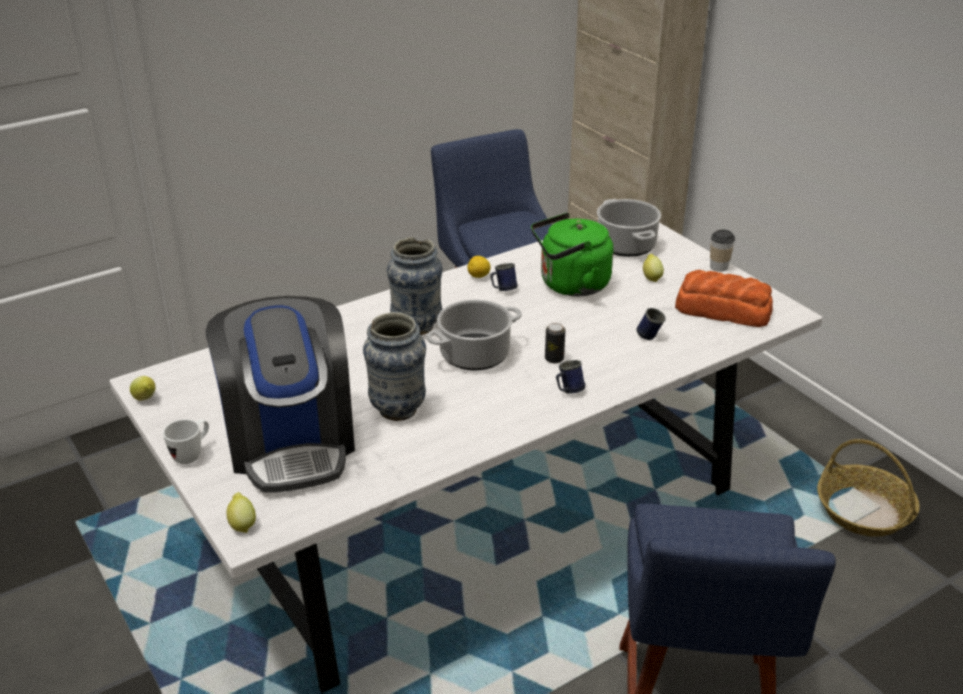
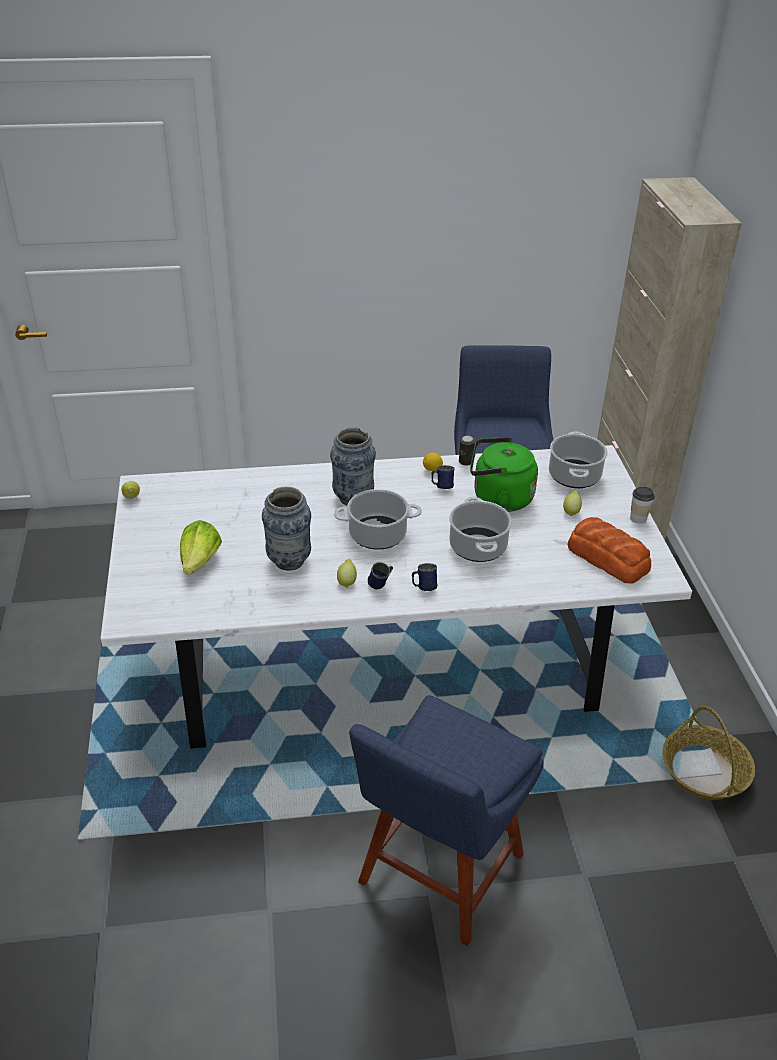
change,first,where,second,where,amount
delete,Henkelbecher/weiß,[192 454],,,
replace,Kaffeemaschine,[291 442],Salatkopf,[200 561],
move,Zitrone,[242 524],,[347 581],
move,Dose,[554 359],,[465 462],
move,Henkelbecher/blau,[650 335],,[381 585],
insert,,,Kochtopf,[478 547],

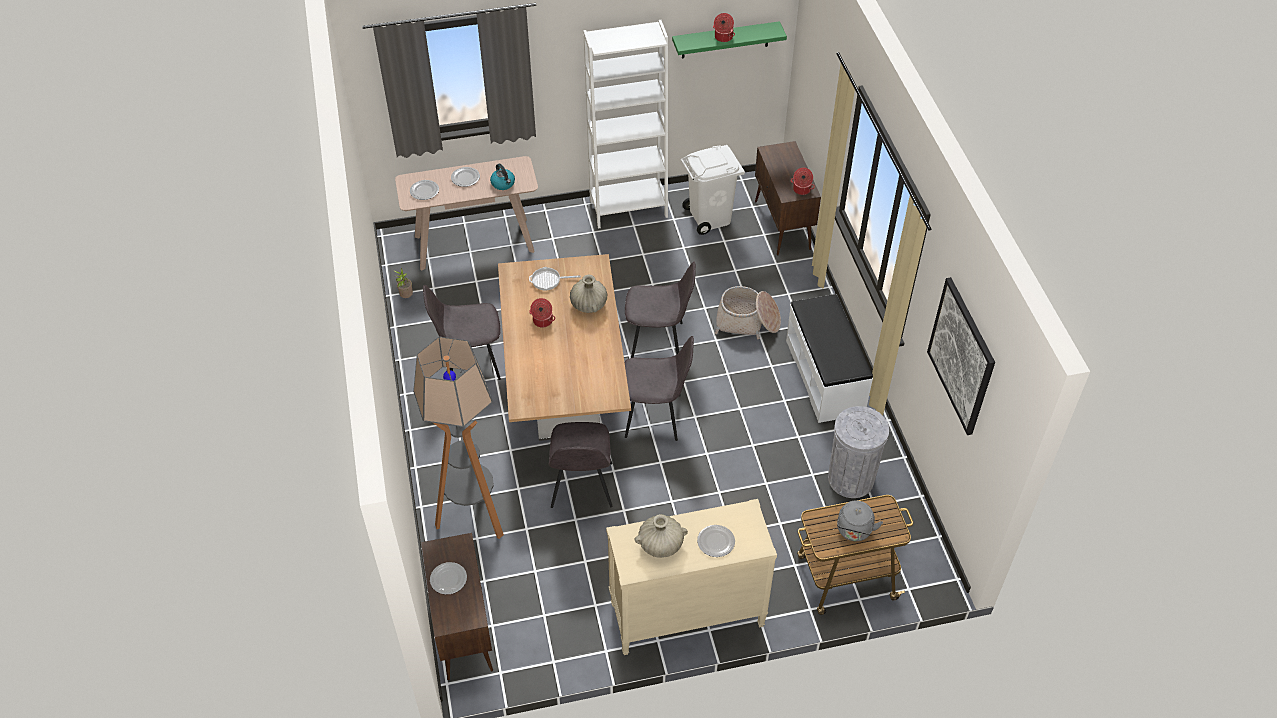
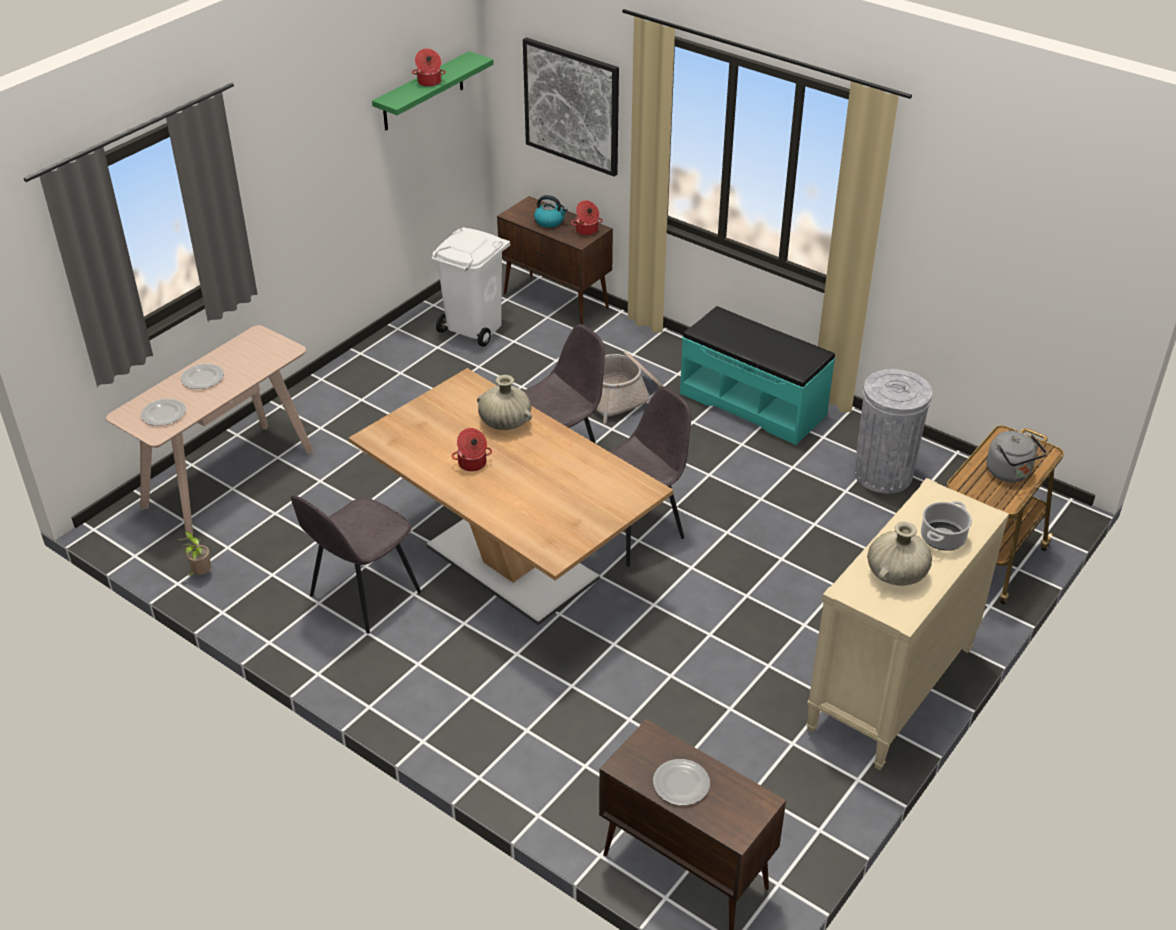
change,first,where,second,where,amount
delete,Stehlampe,[473 515],,,
move,Wasserkessel,[503 184],,[550 221],
delete,Pfanne,[548 280],,,
delete,Stuhl/grau,[581 487],,,
delete,Bücherregal/weiß,[628 208],,,
replace,Teller,[715 542],Kochtopf,[942 538],
recolor,Bank/weiß,[825 376],Bank/türkis,[753 403],
move,Bild,[961 356],,[572 106],

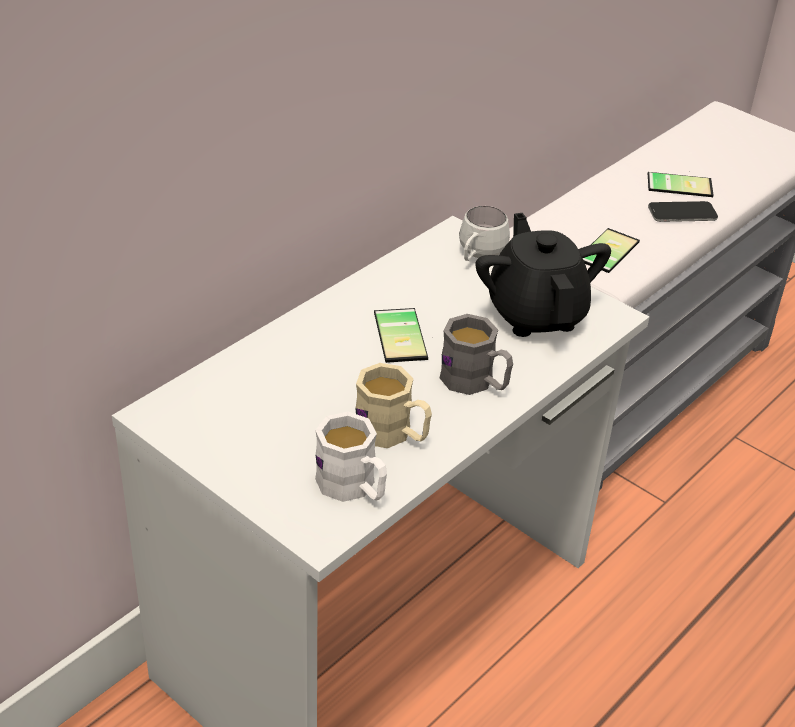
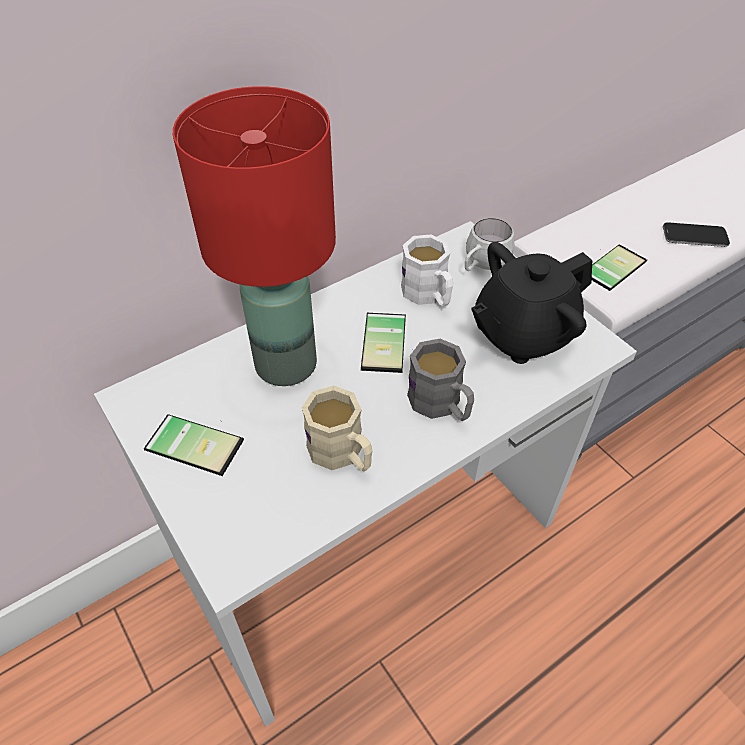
change,first,where,second,where,amount
move,Henkelbecher/weiß,[353 487],,[428 295],
rotate,Teekanne/schwarz,[536 314],,[522 334],120 degrees counterclockwise
move,Handy,[679 183],,[197 441],
insert,,,Tischlampe/rot,[286 365],

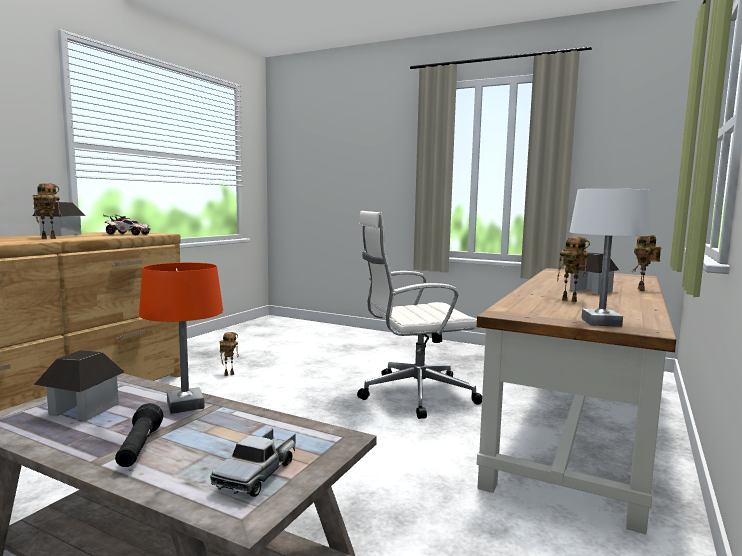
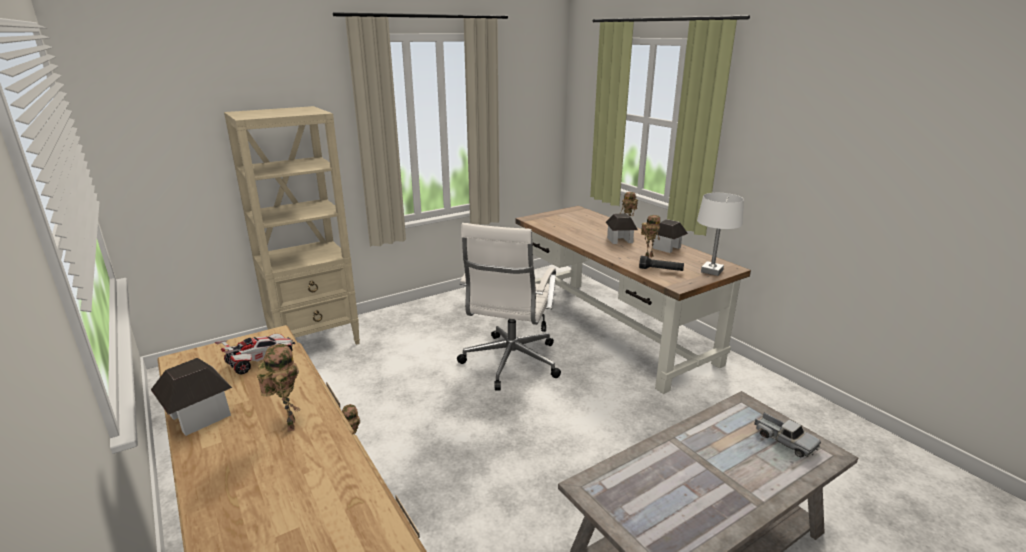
change,first,where,second,where,amount
move,Spielzeughaus,[83 409],,[666 247],
move,Taschenlampe/schwarz,[139 448],,[660 270],
delete,Tischlampe/orange,[185 405],,,
insert,,,Bücherregal/beige,[315 341],

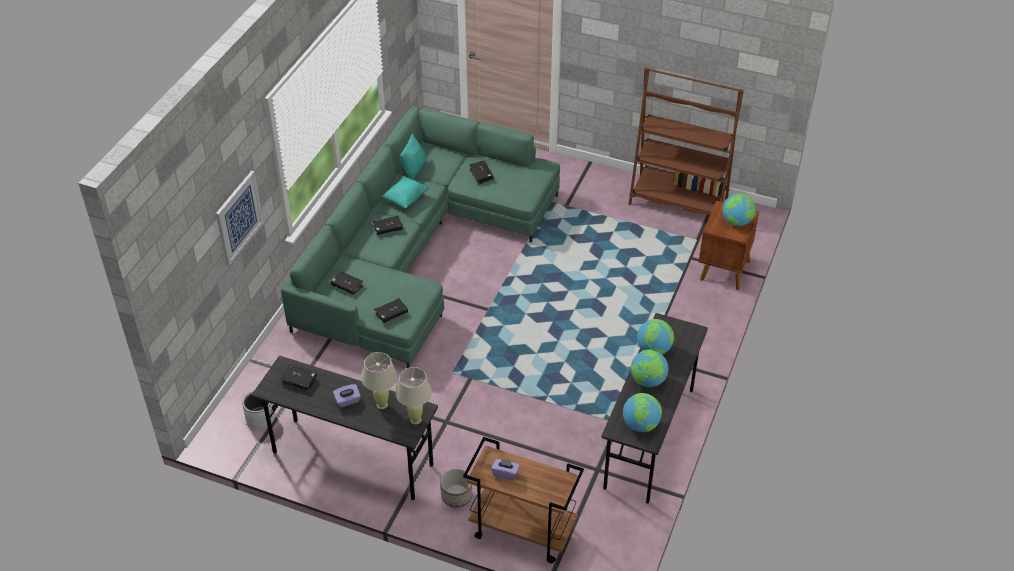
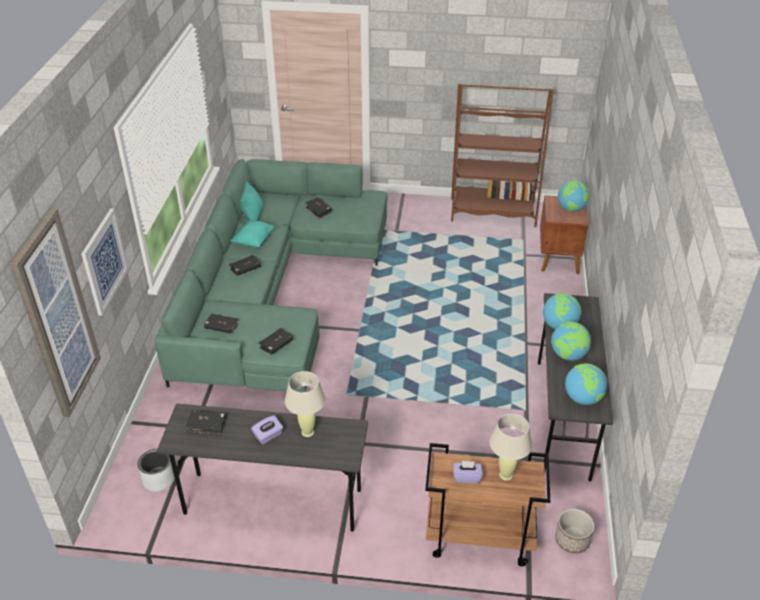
change,first,where,second,where,amount
move,Tischlampe/beige,[415 420],,[506 475],
move,Pflanzkübel,[456 496],,[572 540],
insert,,,Bild,[57 316],

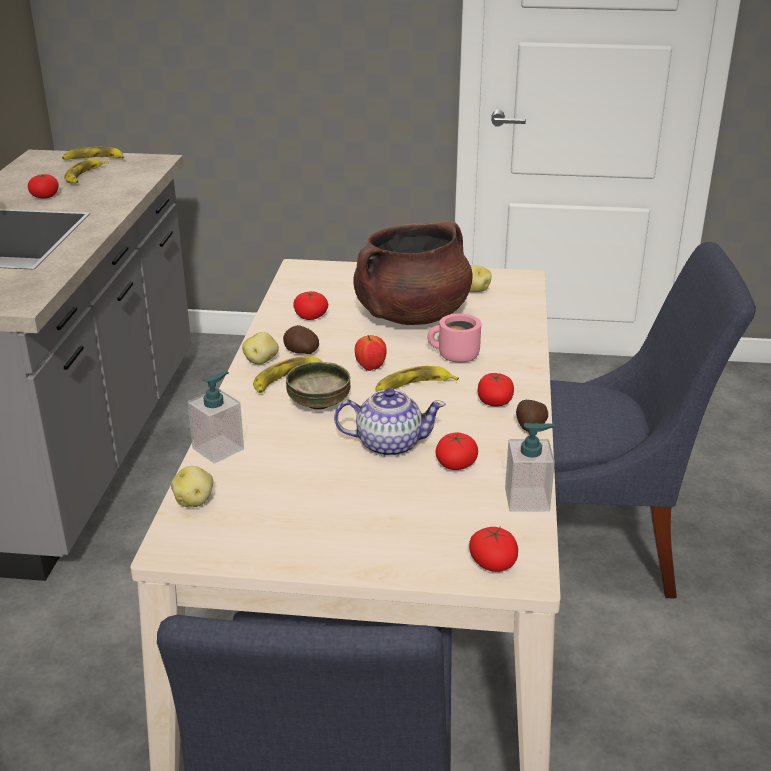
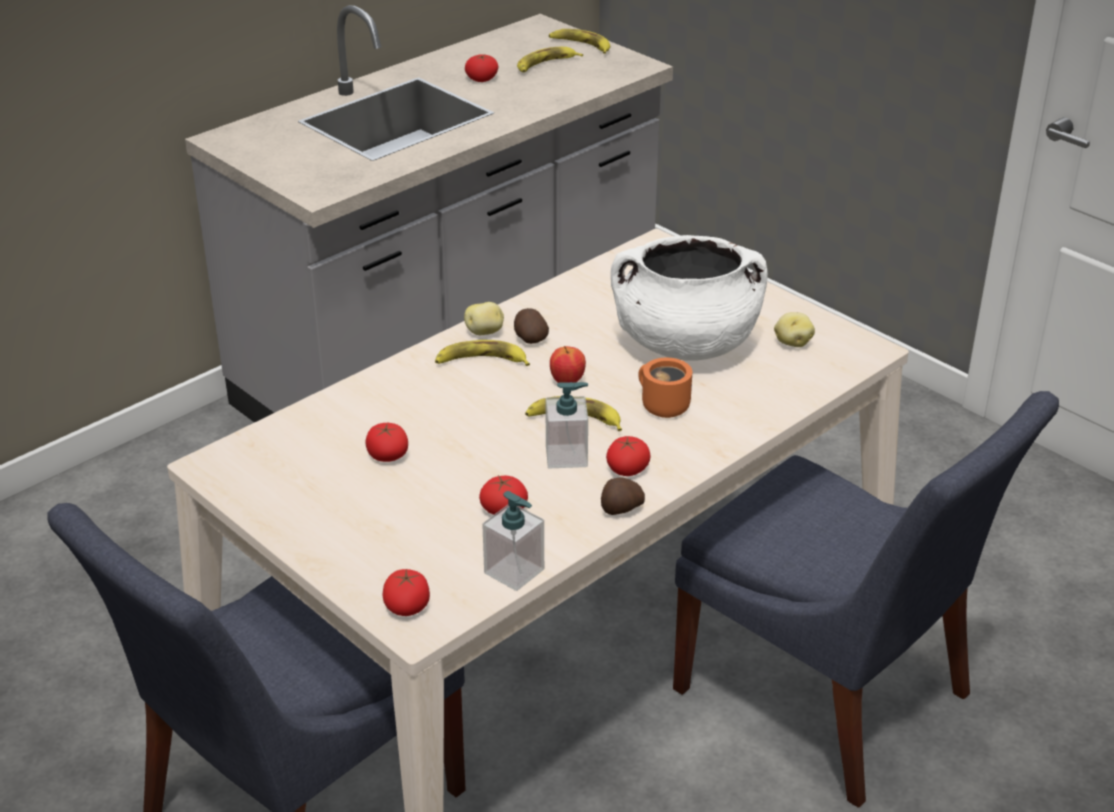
change,first,where,second,where,amount
delete,Kartoffel,[194 501],,,
move,Seifenspender,[218 449],,[566 456],
delete,Schüssel,[319 403],,,
move,Tomate,[310 316],,[387 455],
delete,Teekanne,[388 444],,,
recolor,Kochtopf/braun,[411 315],Kochtopf/weiß,[685 344],
recolor,Henkelbecher/rosa,[454 356],Henkelbecher/orange,[661 406],

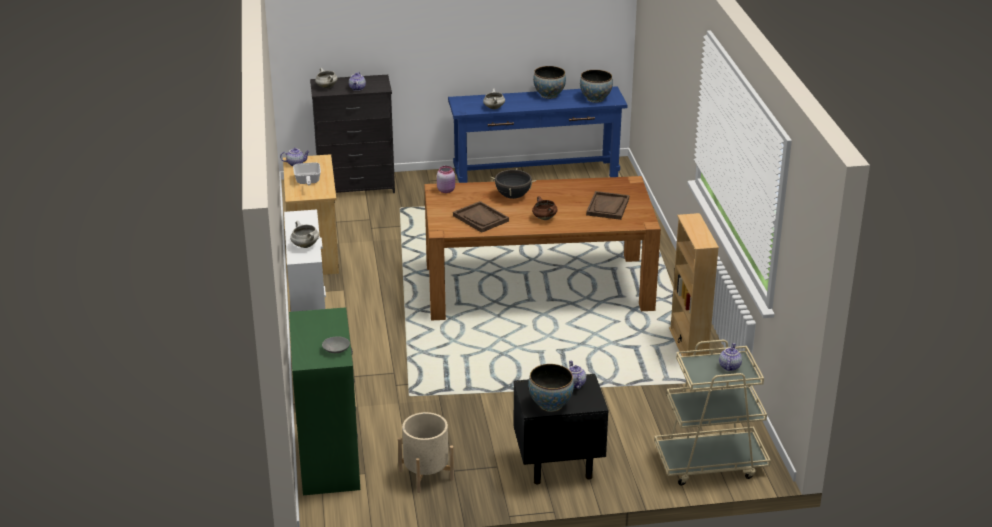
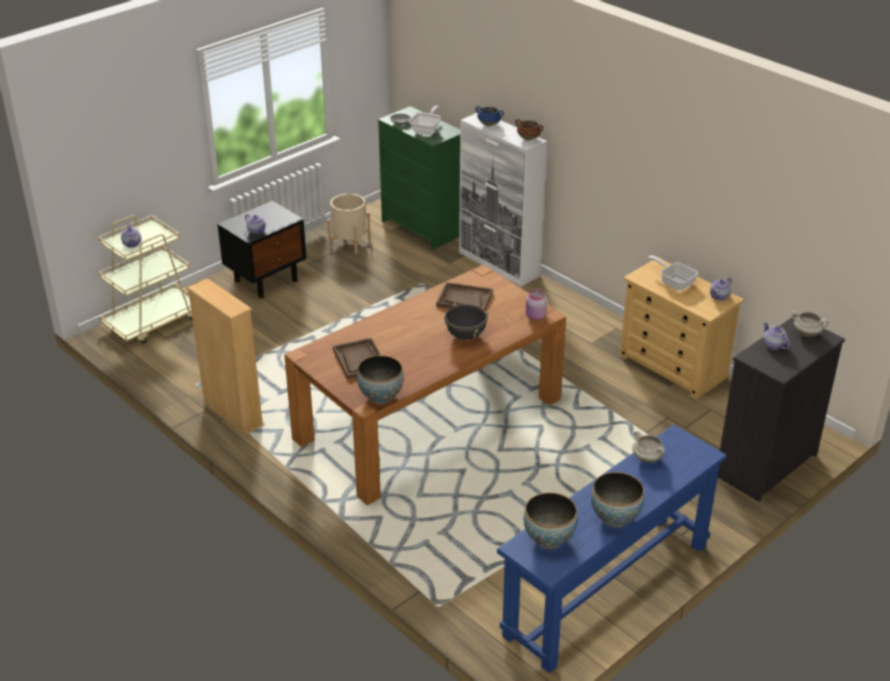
change,first,where,second,where,amount
recolor,Kochtopf/weiß,[304 245],Kochtopf/blau,[489 124],
move,Schüssel,[550 404],,[380 396],
move,Kochtopf/braun,[544 218],,[529 138],
insert,,,Pfanne,[426 130],

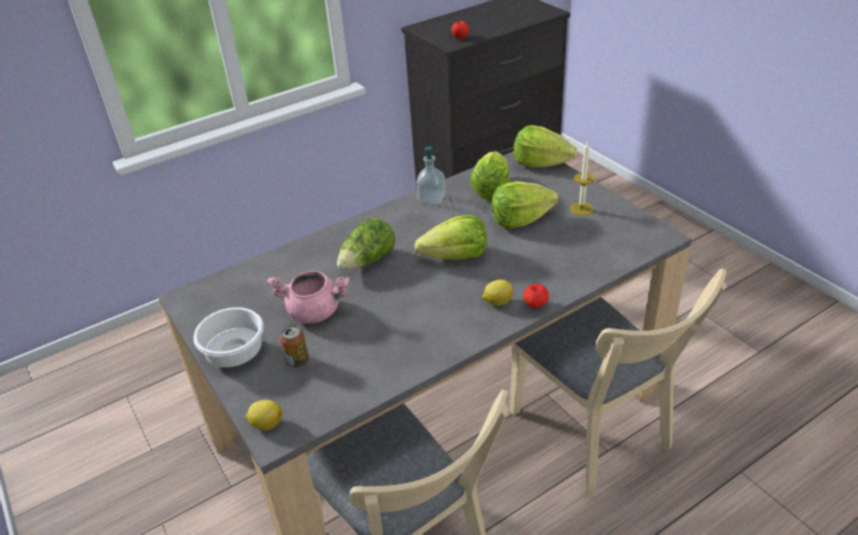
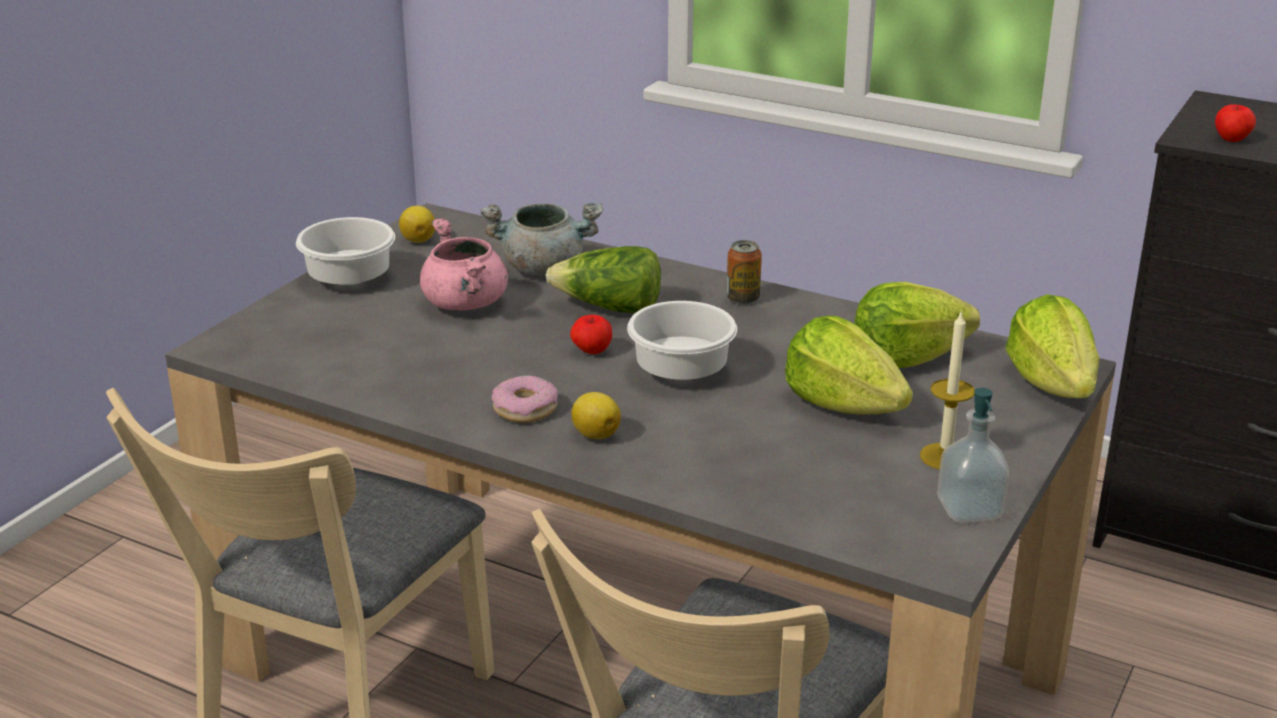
change,first,where,second,where,amount
move,Zitrone,[266 424],,[418 240],
move,Dose,[297 361],,[743 299],
replace,Salatkopf,[456 257],Schüssel/weiß,[681 373],
move,Seifenspender,[431 198],,[969 509],
move,Apfel,[535 305],,[591 351],
insert,,,Kochtopf/grau,[543 267],
insert,,,Donut,[525 409],

